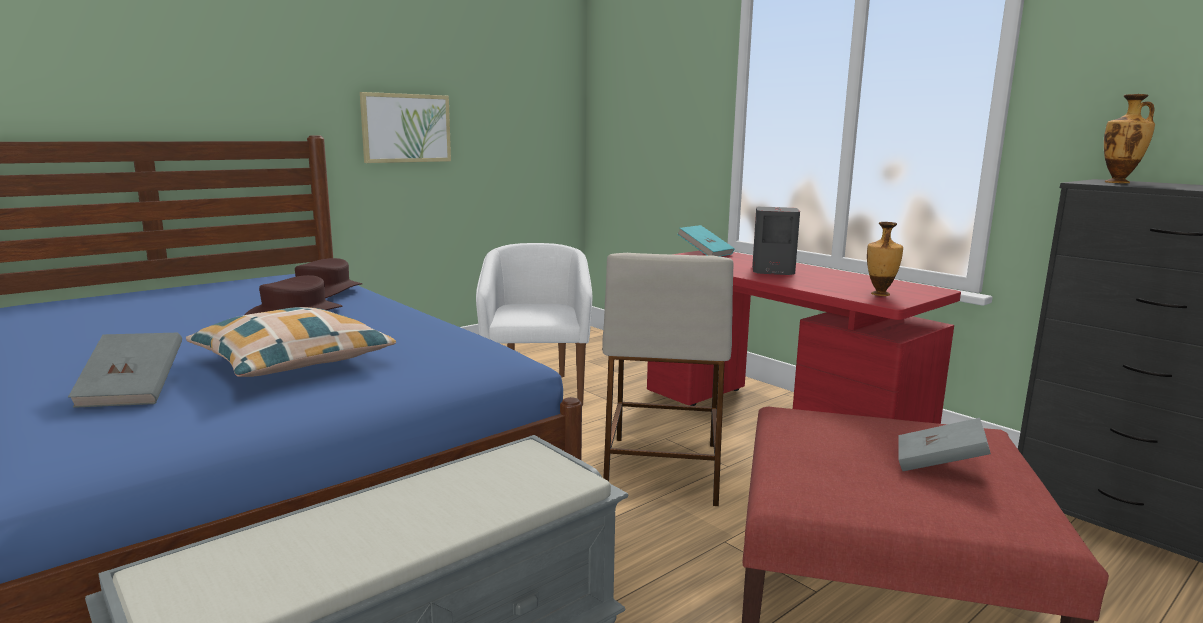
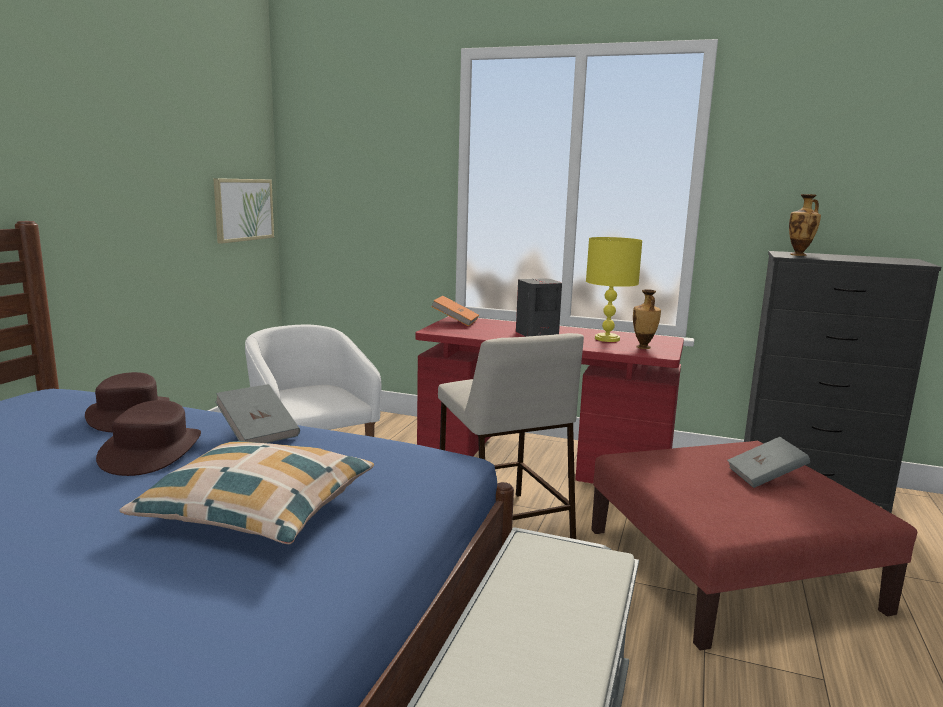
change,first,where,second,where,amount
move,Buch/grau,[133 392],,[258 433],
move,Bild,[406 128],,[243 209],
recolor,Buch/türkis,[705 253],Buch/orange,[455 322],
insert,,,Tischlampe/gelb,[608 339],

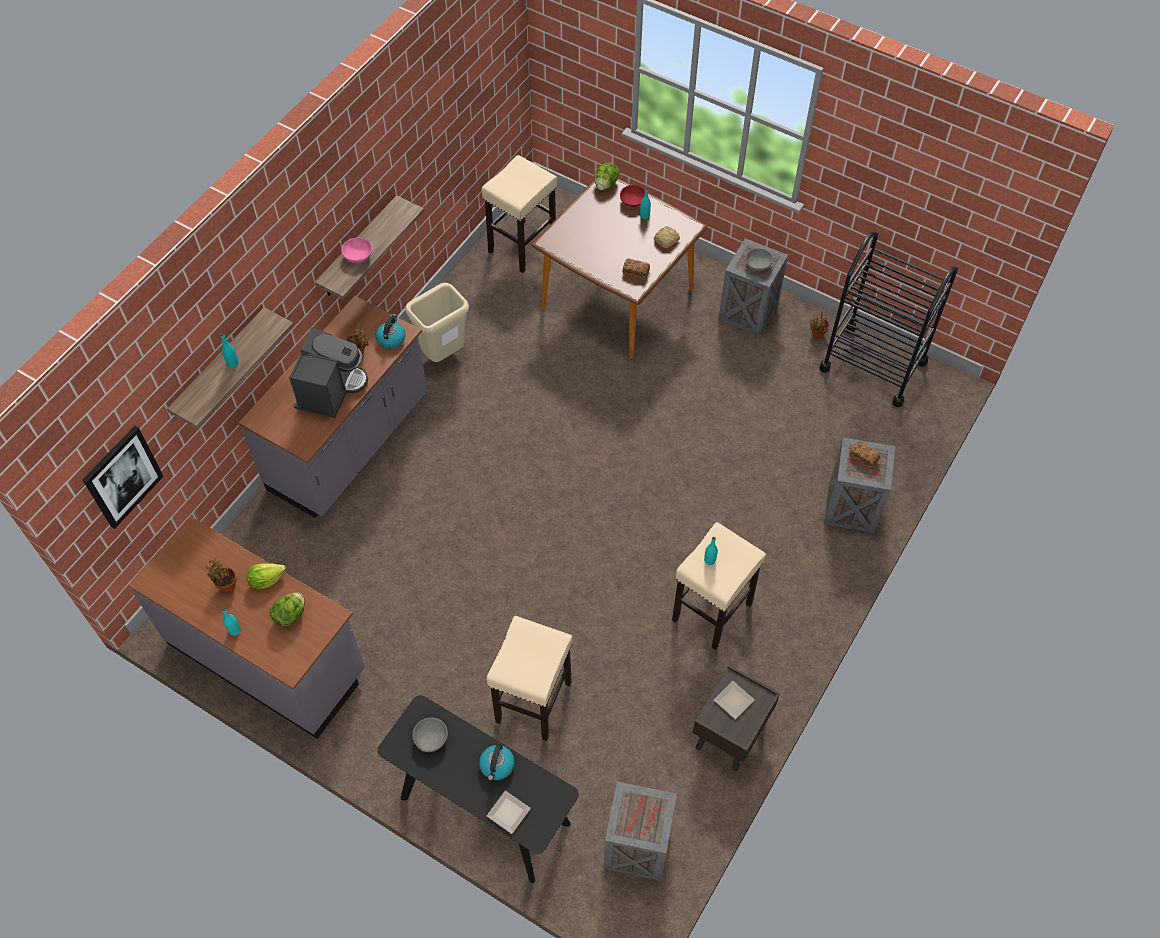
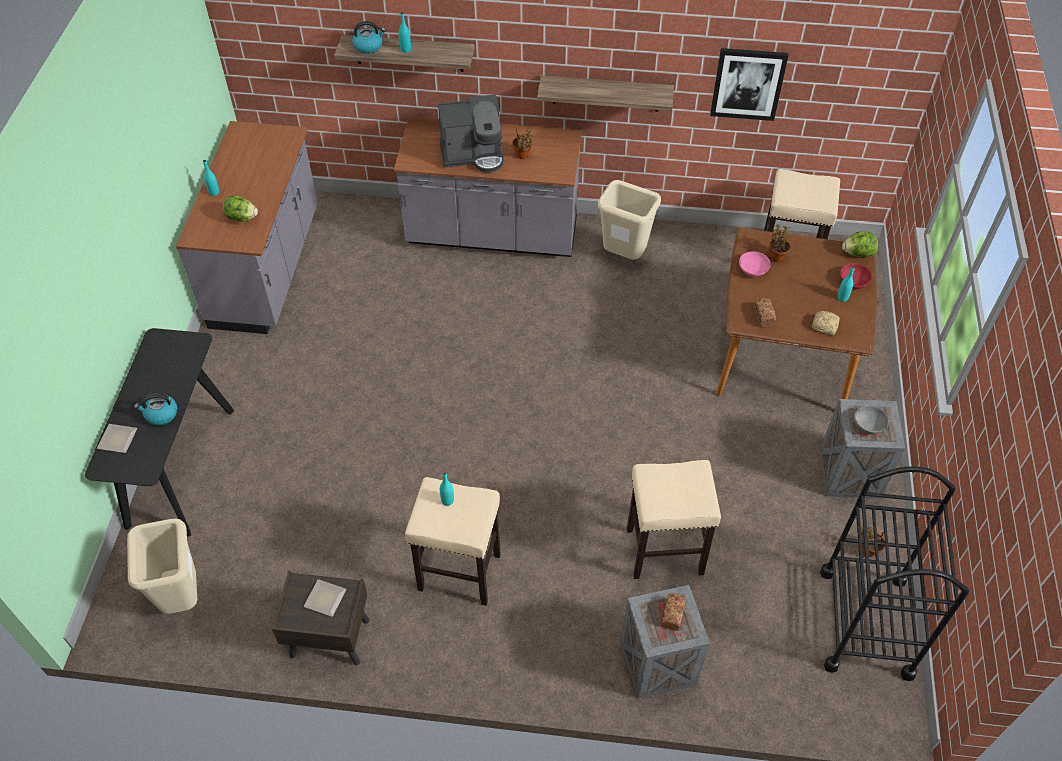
change,first,where,second,where,amount
move,Bild,[122 476],,[748 83],
move,Topfpflanze,[226 585],,[776 256],
delete,Salatkopf,[266 580],,,
move,Schüssel/rosa,[358 256],,[752 270],
move,Wasserkessel,[391 338],,[368 46],
delete,Schüssel/grau,[430 738],,,
move,Hocker/beige,[533 703],,[663 551],
replace,Kiste,[636 847],Mülleimer/beige,[182 597],

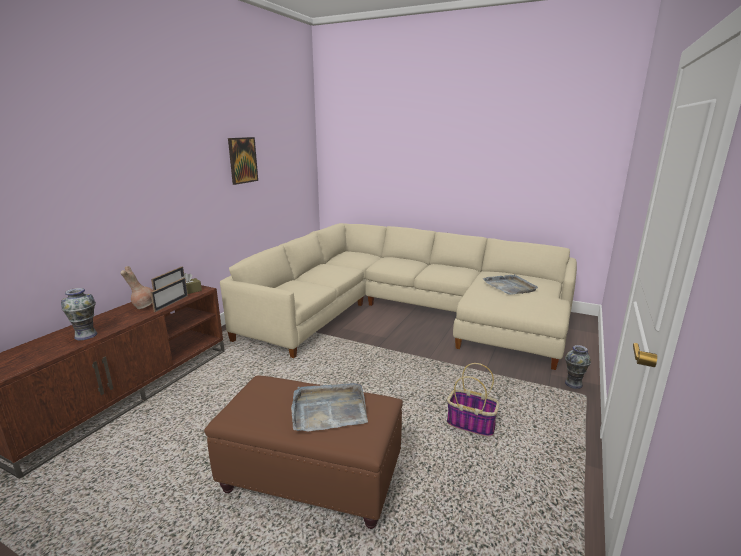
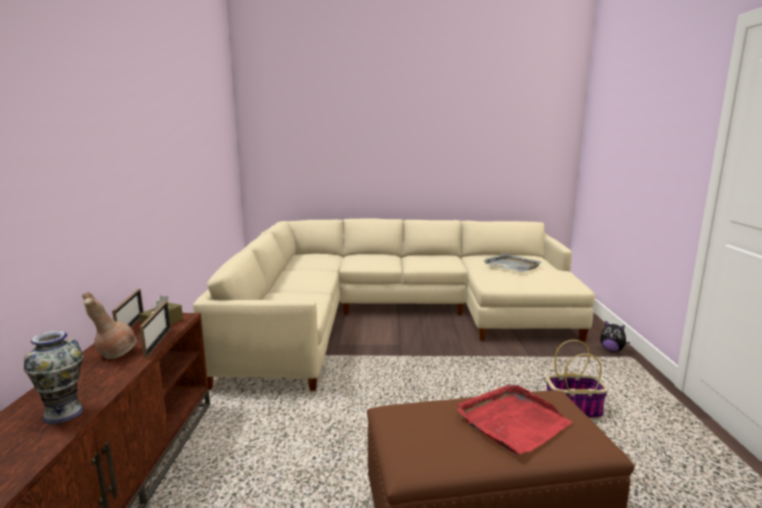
change,first,where,second,where,amount
delete,Bild,[242 160],,,
recolor,Tablett/grau,[328 409],Tablett/rot,[512 421],
replace,Vase,[573 384],Plüschtier,[612 350],

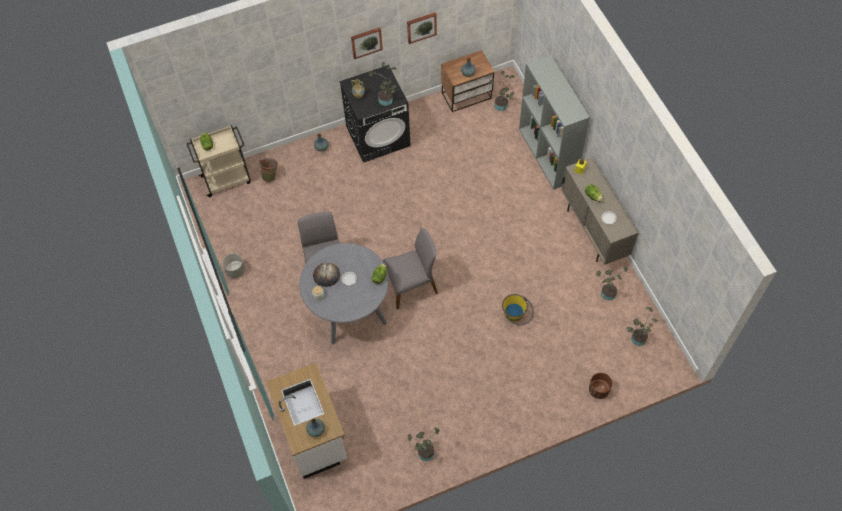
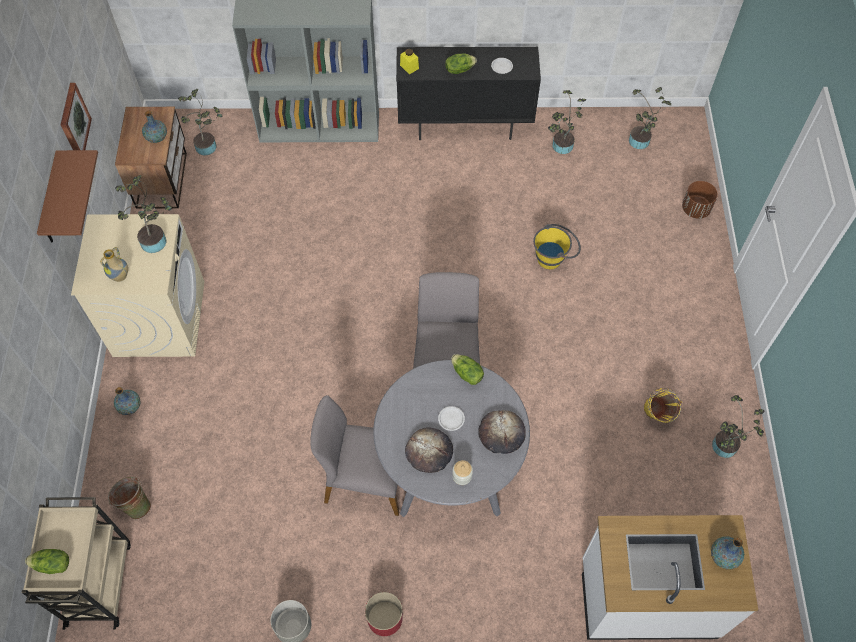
change,first,where,second,where,amount
recolor,Waschmaschine/schwarz,[378 136],Waschmaschine/beige,[159 318],
replace,Bild,[366 42],Wandregal/braun,[52 201],
recolor,Schrank/beige,[593 232],Schrank/schwarz,[465 125],
insert,,,Pflanzkübel/rot,[385 618],
insert,,,Brot,[501 433],
insert,,,Eimer/gelb,[656 417],

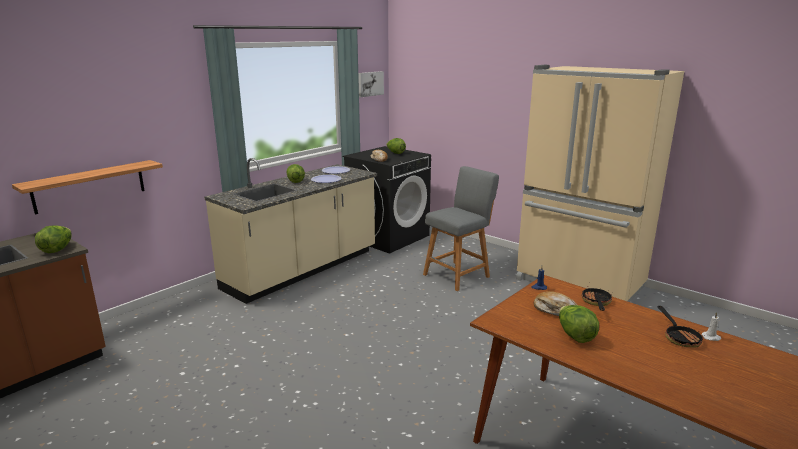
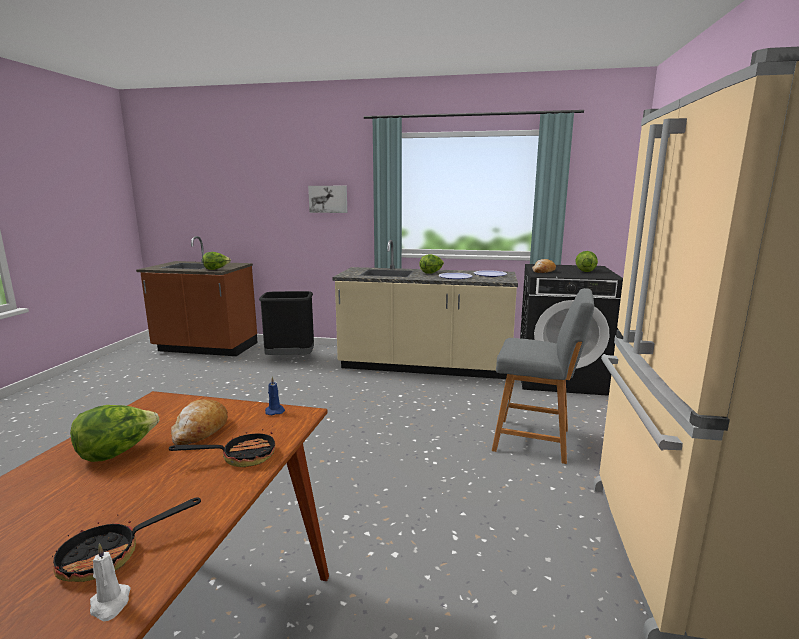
change,first,where,second,where,amount
delete,Wandregal,[90 186],,,
move,Bild,[370 84],,[328 199],
insert,,,Mülleimer/schwarz,[290 359],

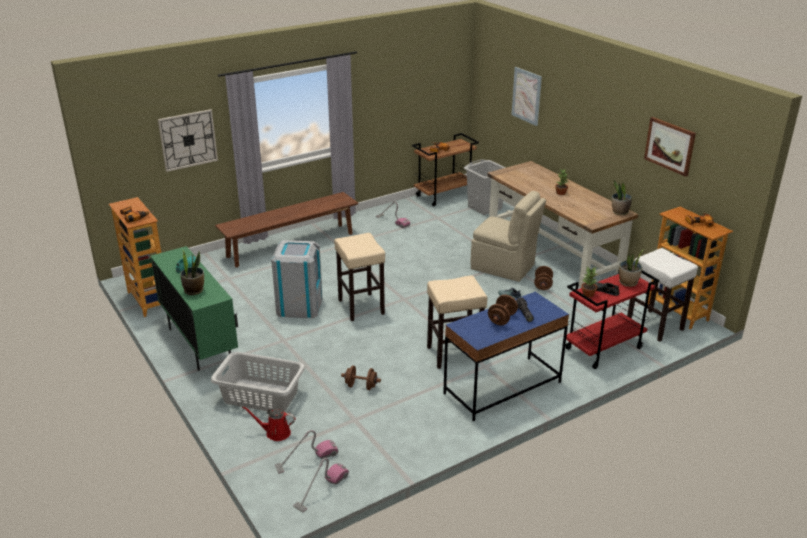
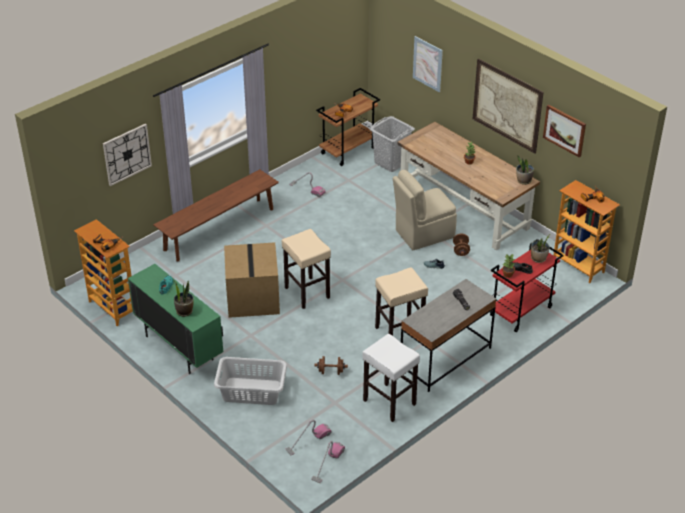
change,first,where,second,where,amount
delete,Gießkanne/rot,[275 433],,,
replace,Mülleimer/grau,[299 306],Karton,[252 298],
recolor,Schreibtisch/blau,[502 388],Schreibtisch/grau,[445 359],
rotate,Stuhl/beige,[504 267],,[423 234],135 degrees clockwise
delete,Hantel/braun,[502 319],,,
move,Hocker/weiß,[654 325],,[389 402],
insert,,,Bild,[507 105],

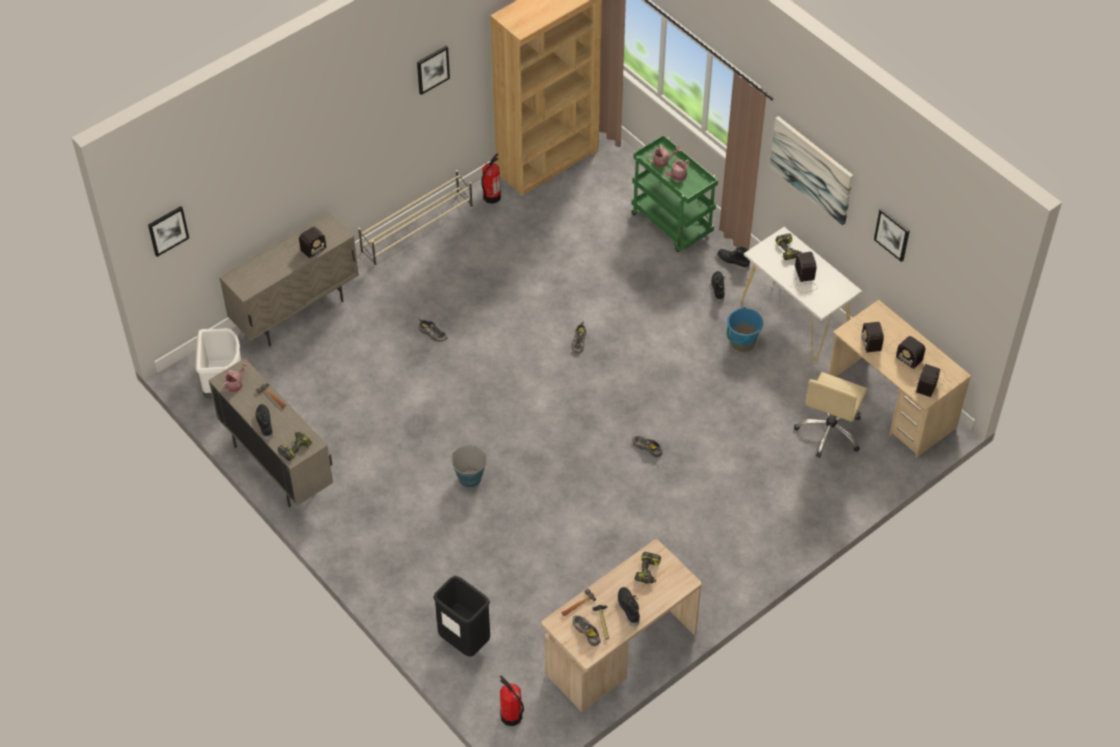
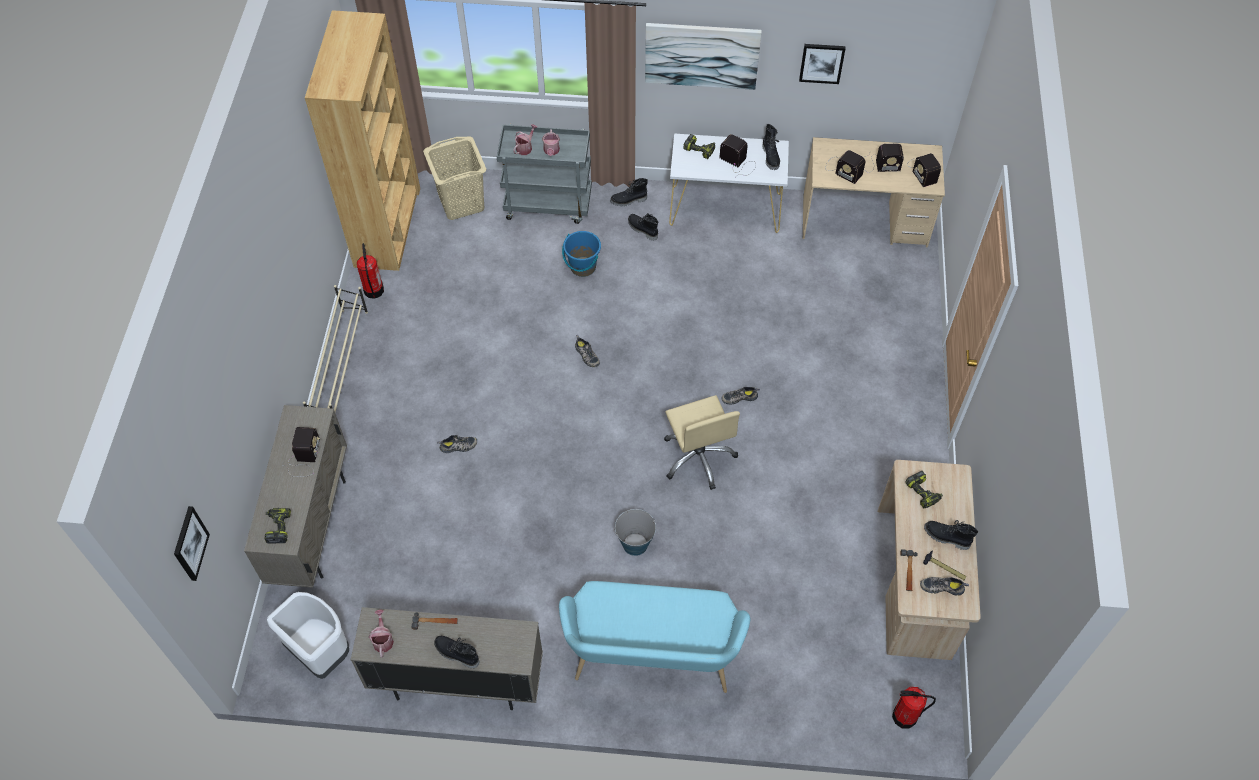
change,first,where,second,where,amount
move,Bohrmaschine,[295 448],,[278 527],
delete,Bild,[432 69],,,
delete,Mülleimer/schwarz,[464 641],,,
recolor,Rollwagen/grün,[672 224],Rollwagen/grau,[549 204],
move,Eimer/blau,[742 342],,[582 267],
move,Bürostuhl/beige,[830 432],,[698 457],
insert,,,Wäschekorb/beige,[462 202],
insert,,,Bank/türkis,[652 659],
insert,,,Stiefel/schwarz,[771 157],

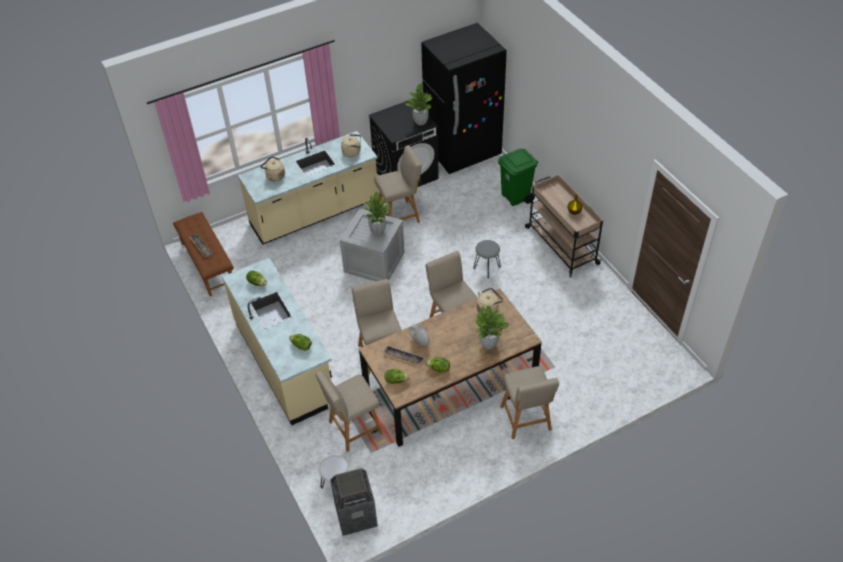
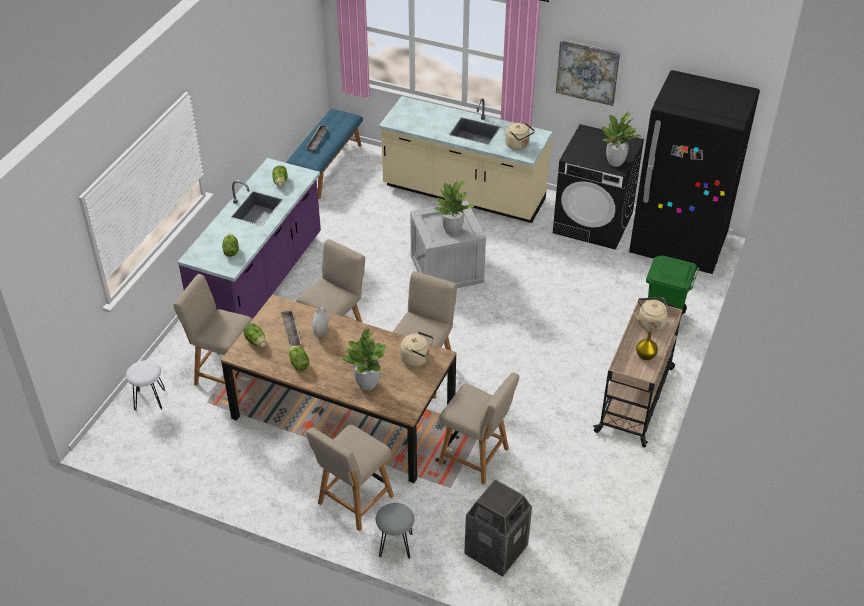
change,first,where,second,where,amount
recolor,Bank/braun,[207 264],Bank/blau,[326 167],
recolor,Küchenzeile/beige,[285 362],Küchenzeile/lila,[260 282],
move,Wasserkessel/beige,[274 176],,[650 322],
move,Mülleimer,[356 516],,[496 550],
move,Stuhl/beige,[400 215],,[477 458],
move,Hocker/grau,[487 267],,[396 544],
insert,,,Bild,[587 72],

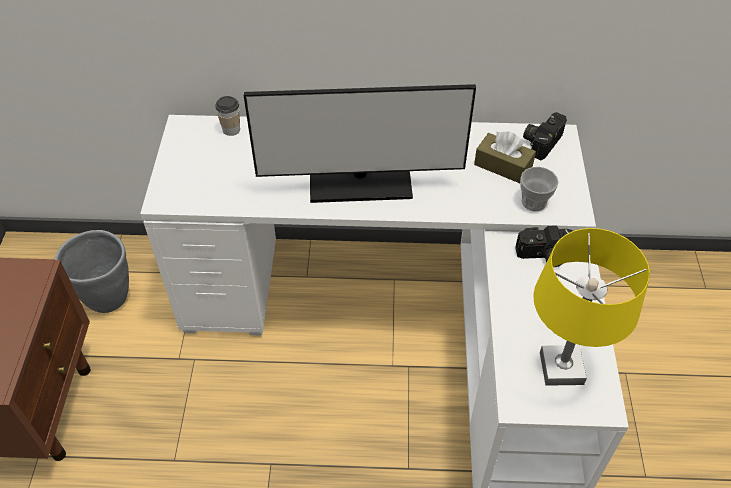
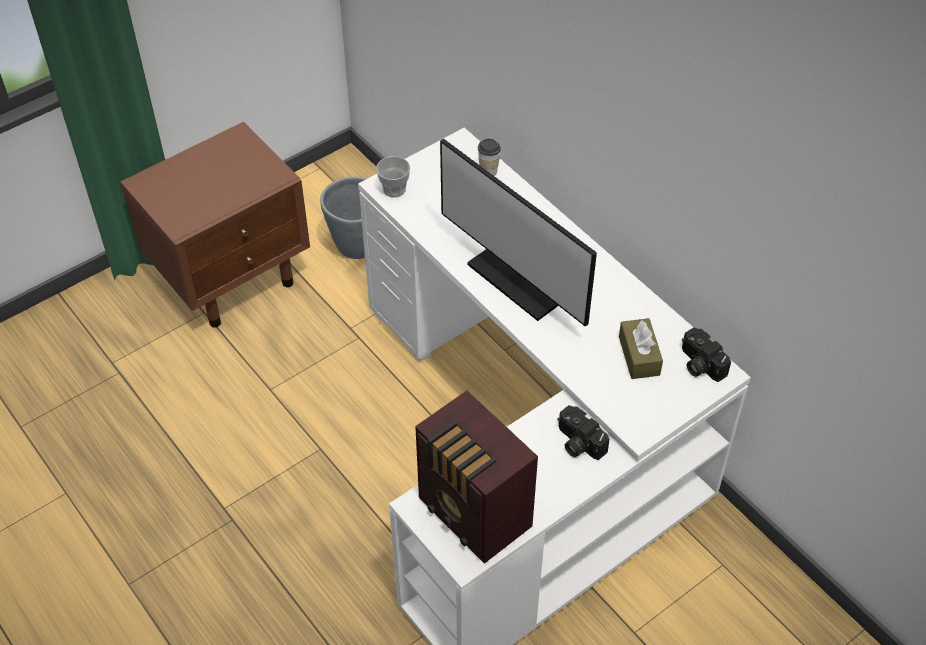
change,first,where,second,where,amount
move,Tasse,[534 202],,[394 189],
rotate,Kamera,[541 141],,[699 364],120 degrees counterclockwise
replace,Tischlampe/gelb,[561 368],Radio,[474 515],

